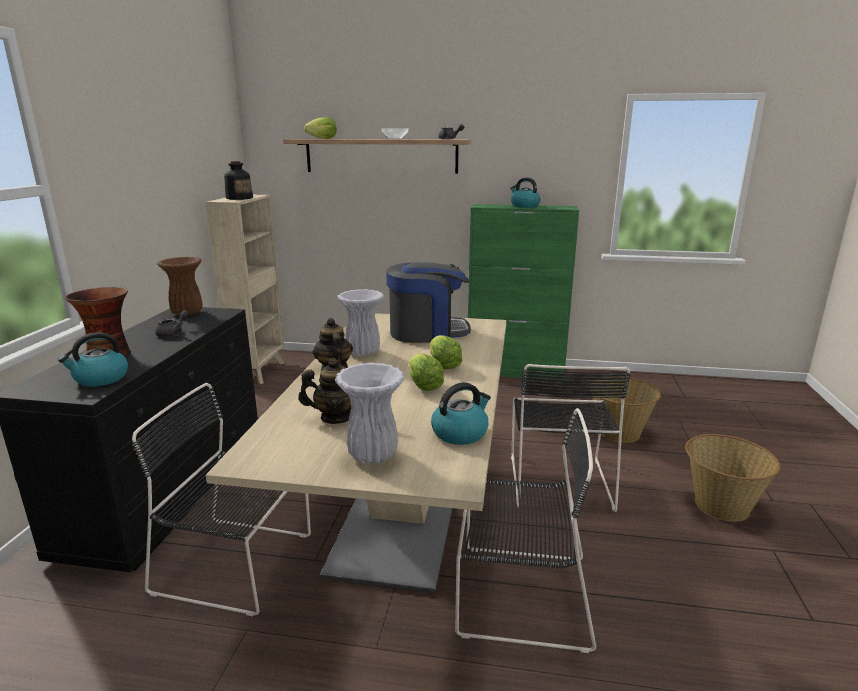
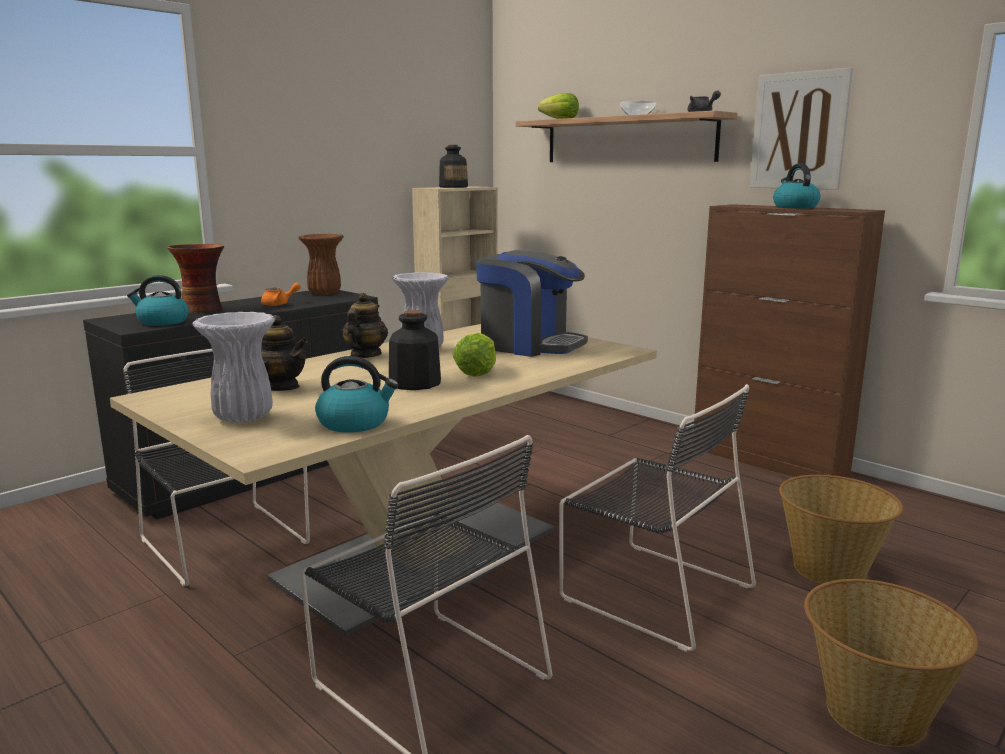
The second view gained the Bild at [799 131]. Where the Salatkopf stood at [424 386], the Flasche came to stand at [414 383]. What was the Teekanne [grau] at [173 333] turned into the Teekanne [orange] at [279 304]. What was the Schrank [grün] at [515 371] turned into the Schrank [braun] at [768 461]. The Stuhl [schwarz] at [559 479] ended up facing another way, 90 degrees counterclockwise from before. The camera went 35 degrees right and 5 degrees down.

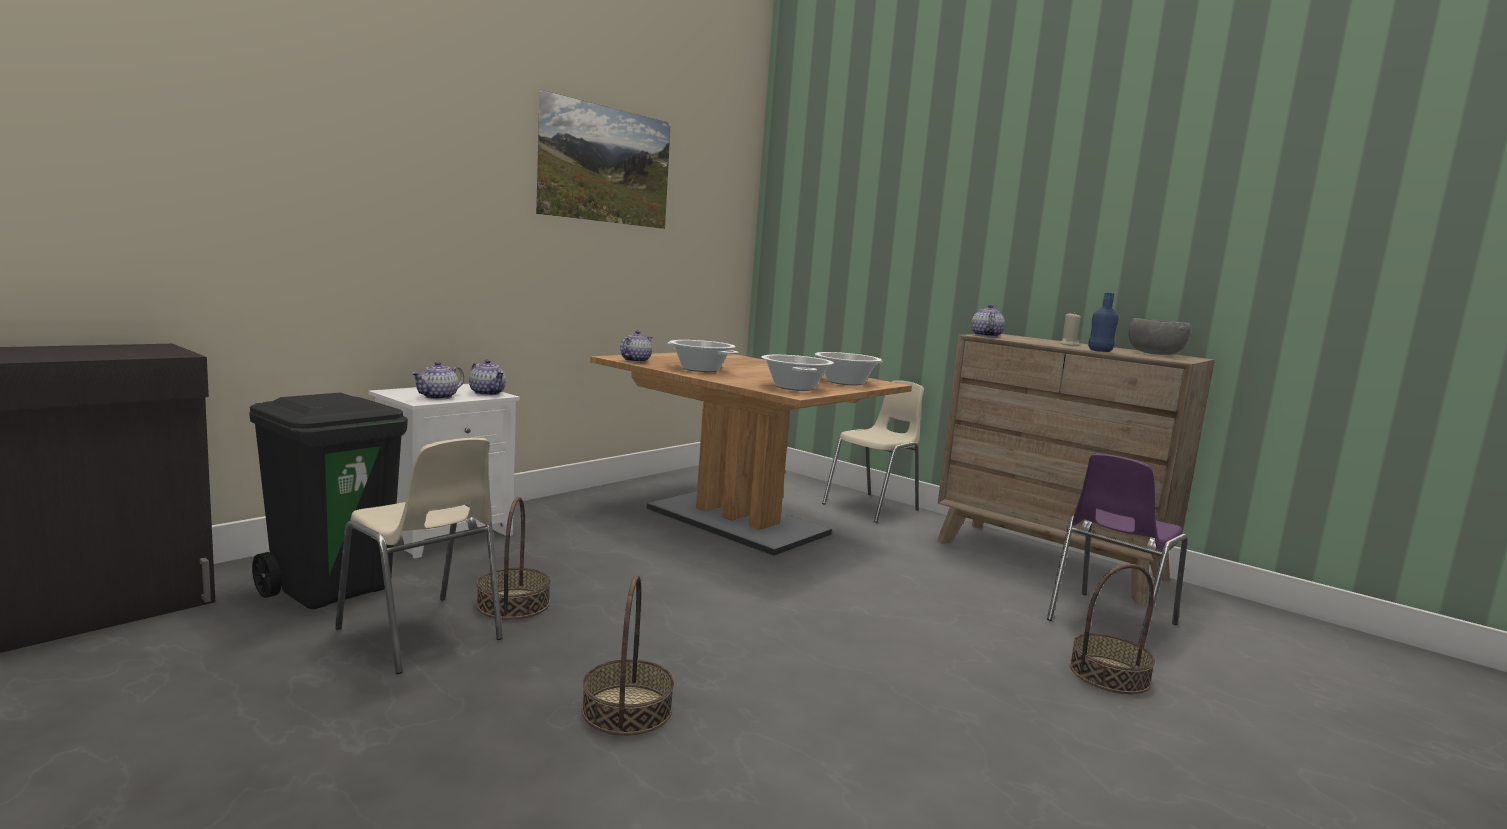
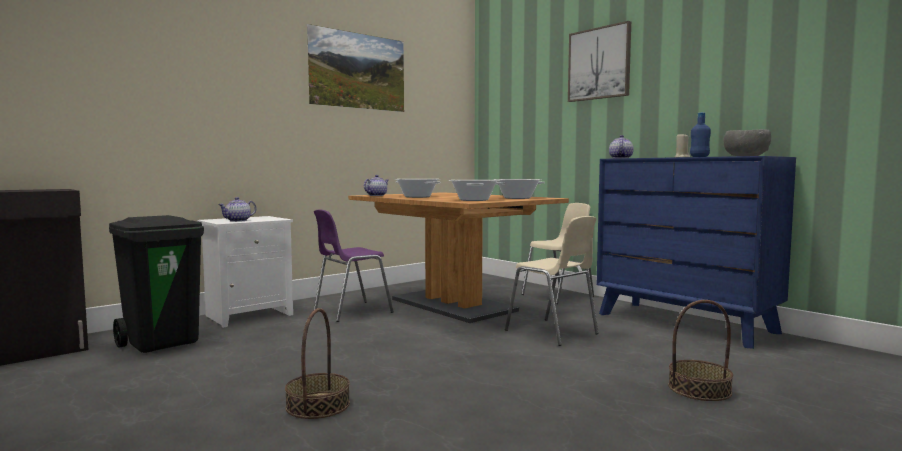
The second view lost the Teekanne at [488 393]. The second view lost the Korb at [513 604]. The second view gained the Bild at [599 63]. The Stuhl [beige] ended up elsewhere, having gone from [422 635] to [553 332]. The Stuhl [lila] ended up elsewhere, having gone from [1108 622] to [350 312]. What was the Kommode [braun] at [1049 560] turned into the Kommode [blau] at [684 323]. The camera went 10 degrees right and 5 degrees down.

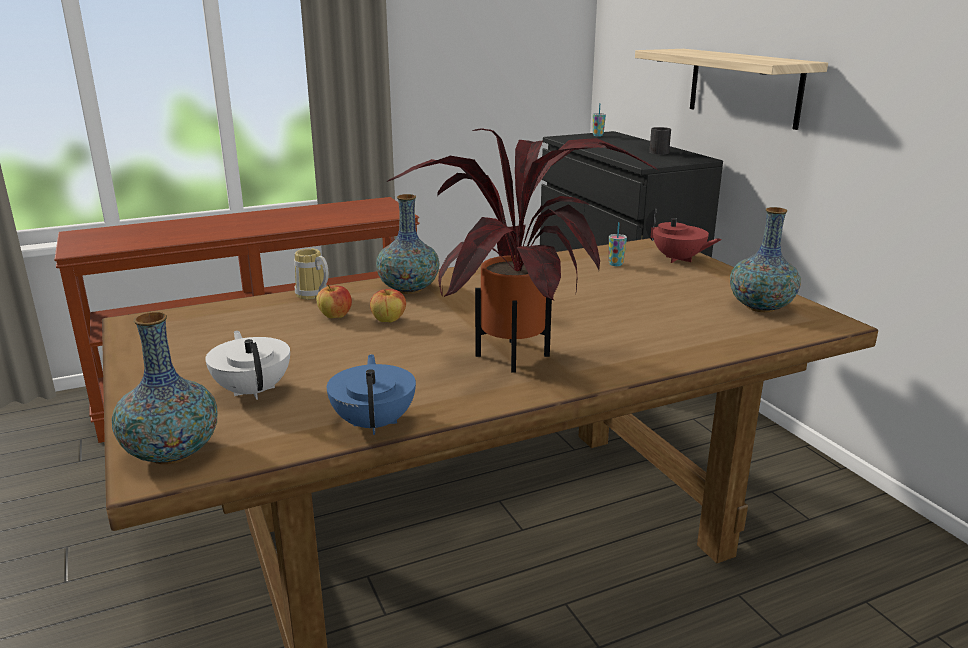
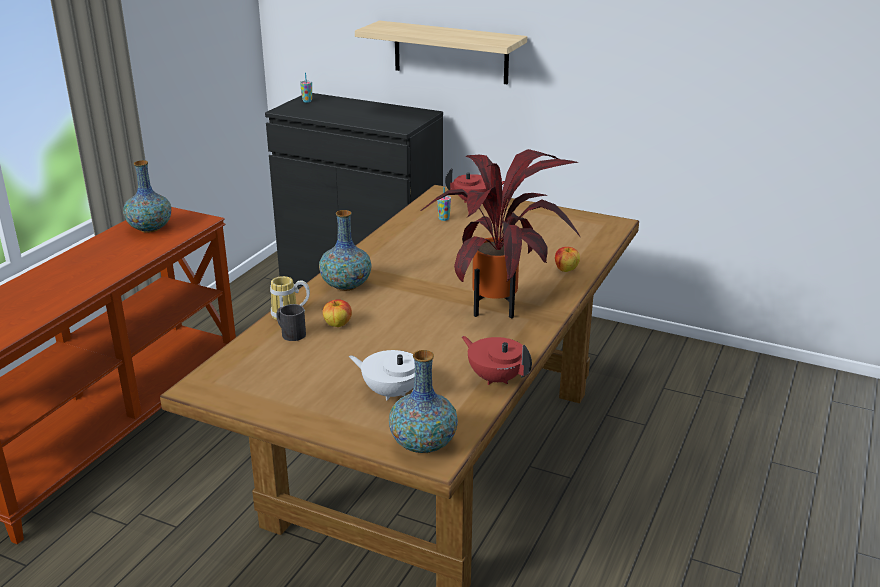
The Apfel ended up elsewhere, having gone from [389 320] to [566 269]. The Henkelbecher [schwarz] ended up elsewhere, having gone from [657 151] to [290 333]. The Vase ended up elsewhere, having gone from [760 307] to [150 228]. What was the Teekanne [blau] at [374 423] turned into the Teekanne [rot] at [496 378]. The camera went 40 degrees left and 5 degrees up.

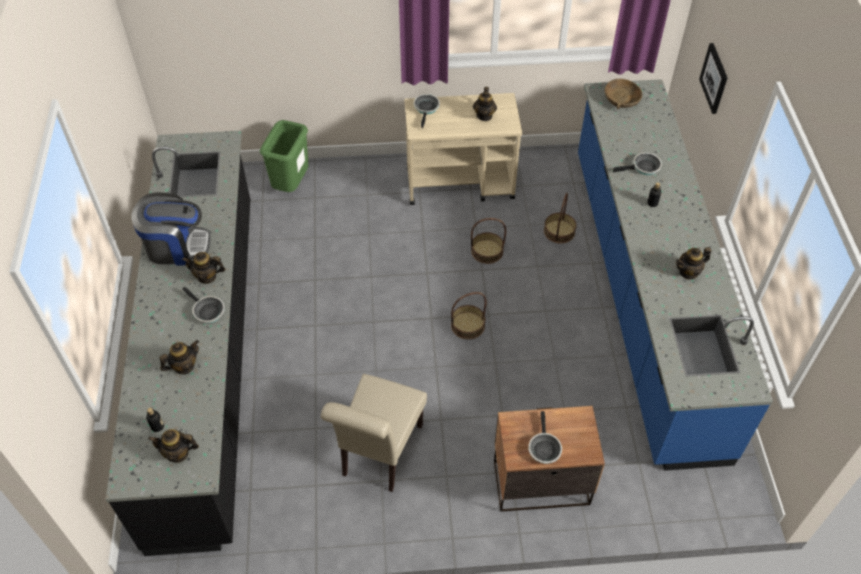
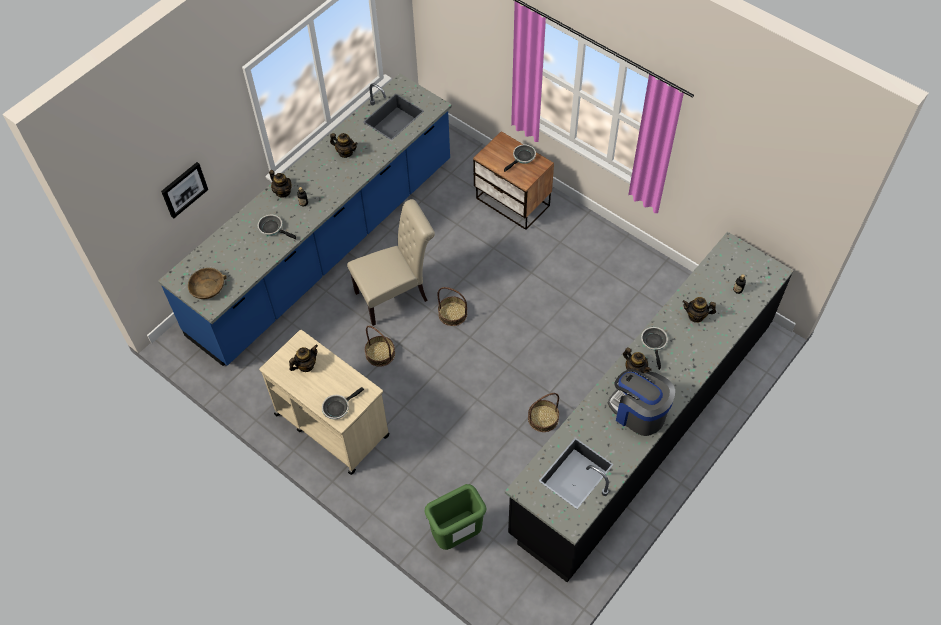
The Teekanne ended up elsewhere, having gone from [178 453] to [283 192]. The Stuhl [beige] ended up elsewhere, having gone from [379 454] to [396 295]. The Korb ended up elsewhere, having gone from [559 231] to [543 418]. The camera went 135 degrees left and 5 degrees up.

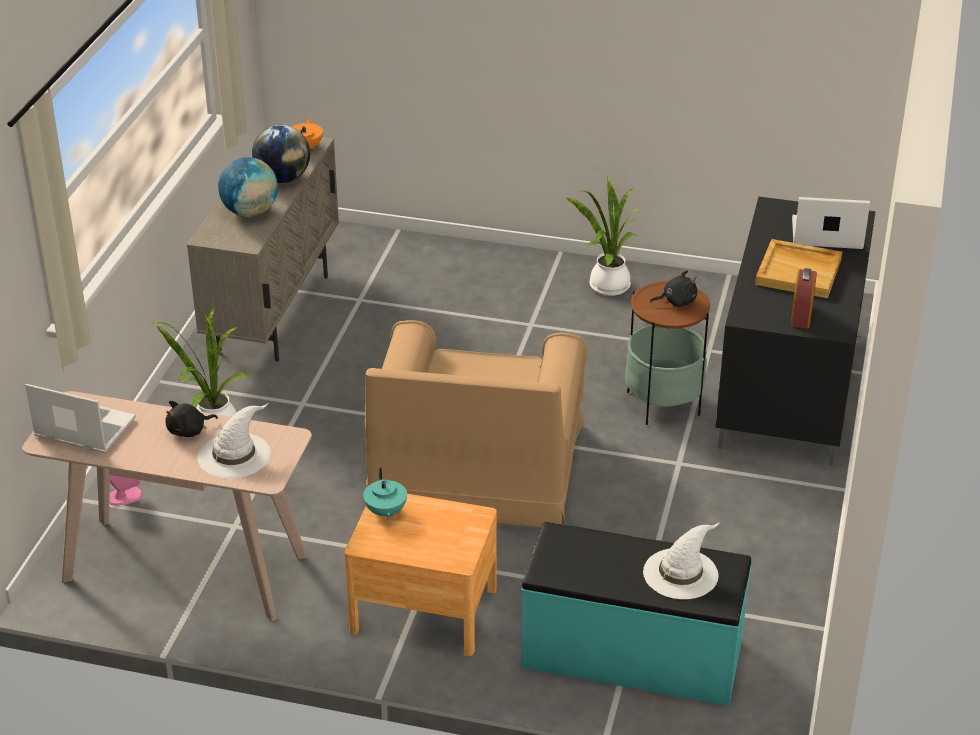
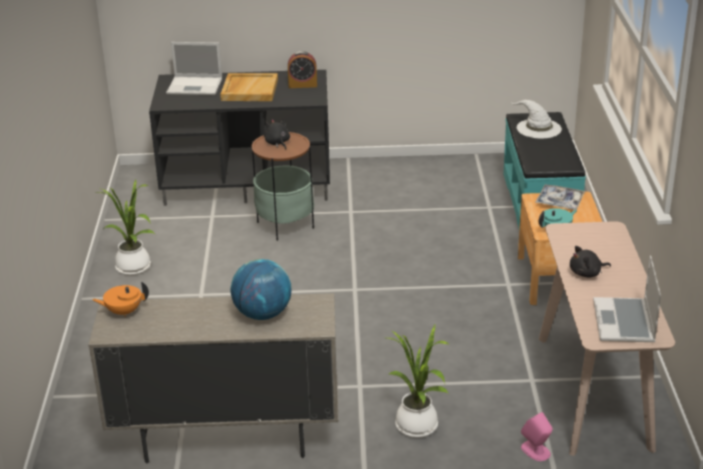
The second view lost the Hut [weiß] at [234 454]. The second view lost the Globus at [283 178]. The second view lost the Sessel [braun] at [476 468]. The second view gained the Tablett at [559 202]. The Plüschtier [schwarz] at [189 431] ended up facing another way, 120 degrees clockwise from before. The Laptop at [825 234] ended up facing another way, 75 degrees counterclockwise from before. The camera went 105 degrees left and 5 degrees down.

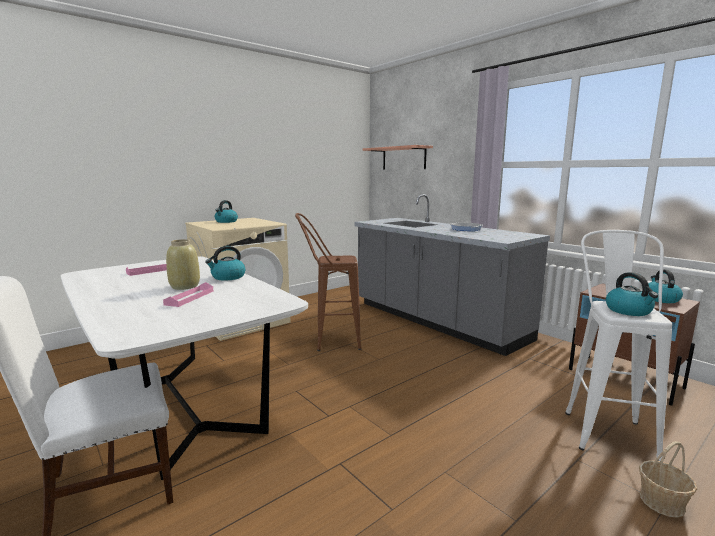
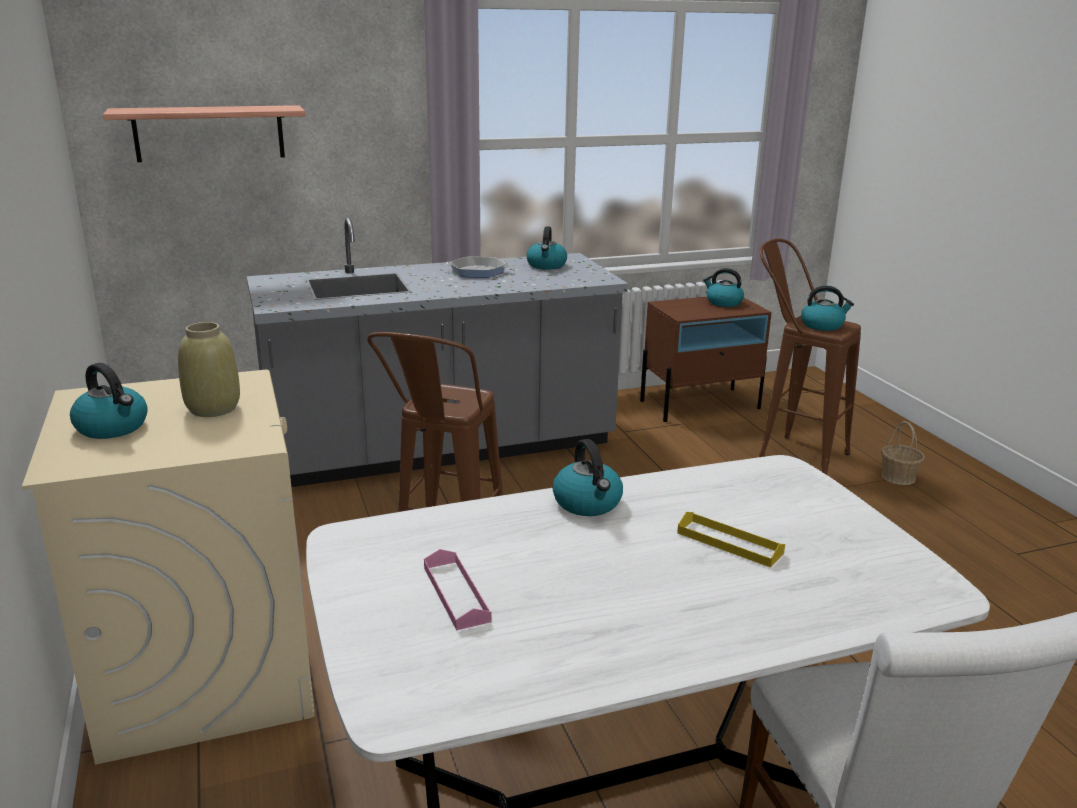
The second view gained the Wasserkessel at [546 265]. The Vase [beige] ended up elsewhere, having gone from [184 286] to [213 409]. What was the Tablett [rosa] at [189 298] turned into the Tablett [gelb] at [729 543]. What was the Hocker [weiß] at [605 427] turned into the Hocker [braun] at [789 453]. The camera went 70 degrees left and 10 degrees up.

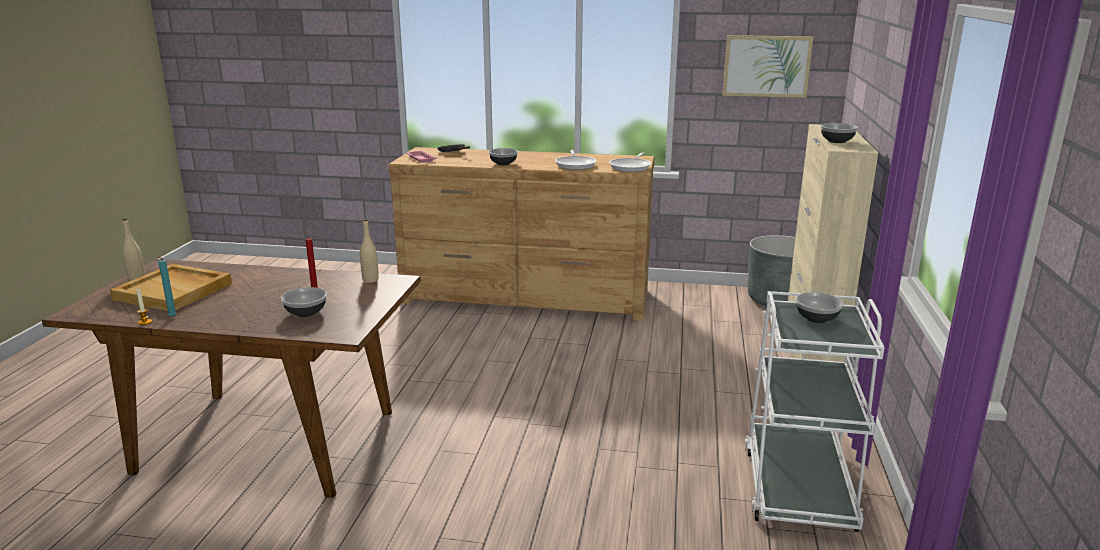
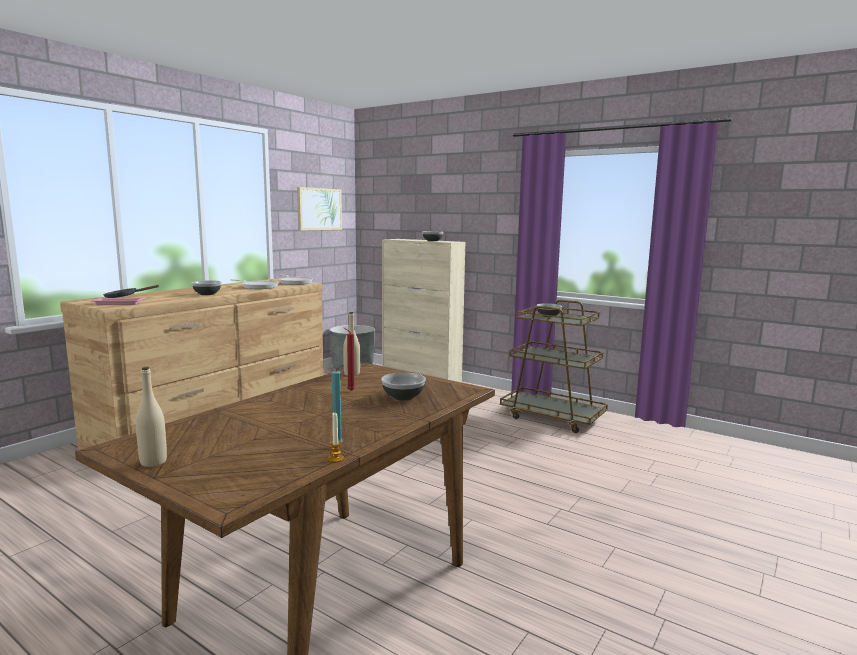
The second view lost the Tablett [beige] at [174 291]. What was the Rollwagen [weiß] at [798 487] turned into the Rollwagen [braun] at [552 417]. The camera went 65 degrees left and 10 degrees down.

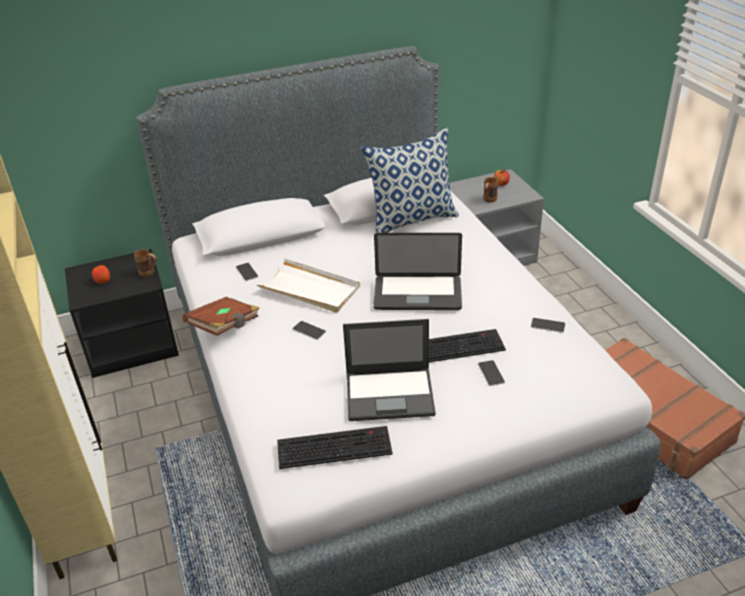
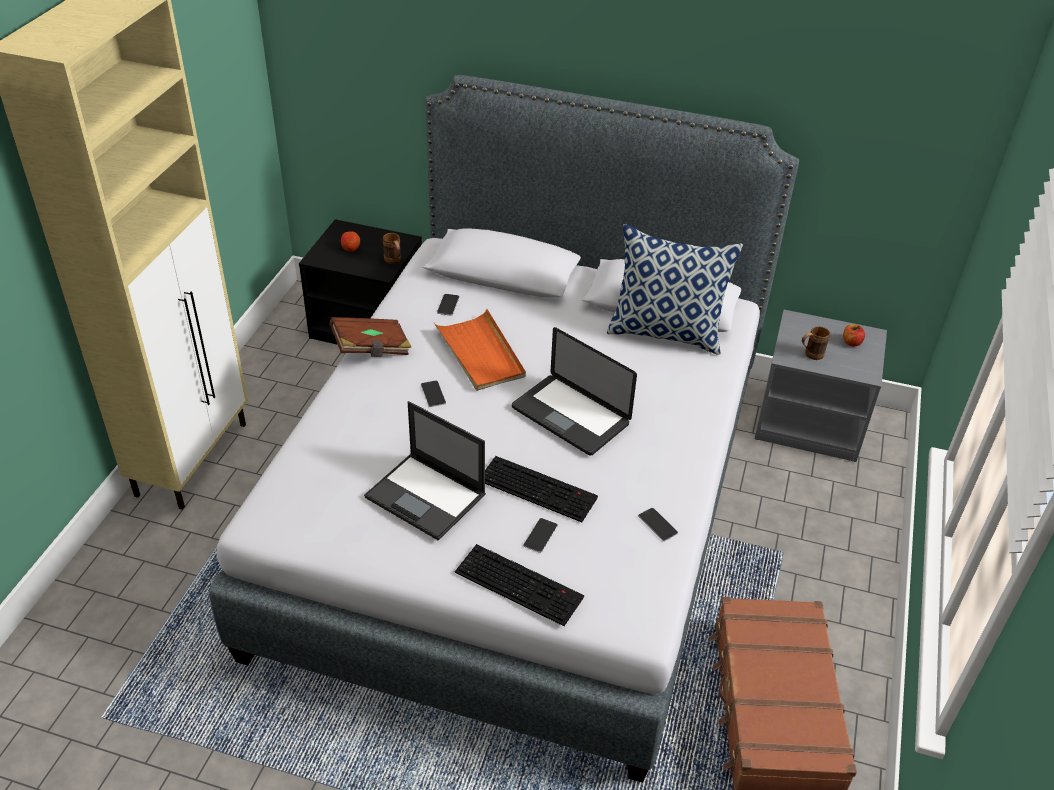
The Tastatur ended up elsewhere, having gone from [335 446] to [521 584]. What was the Tablett [weiß] at [310 289] turned into the Tablett [orange] at [480 353]. The camera went 35 degrees right and 5 degrees up.

